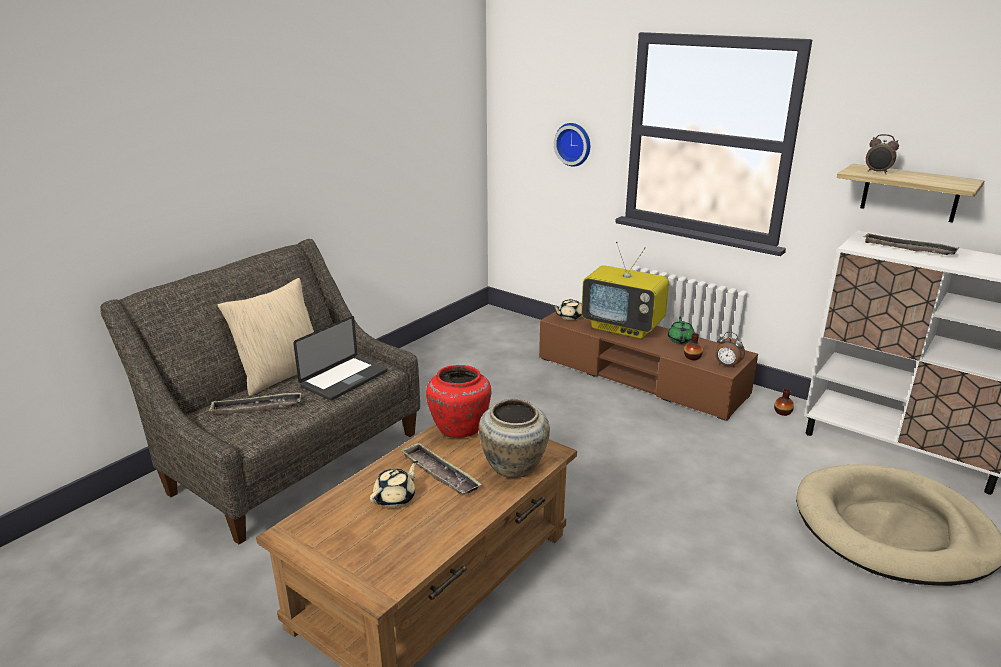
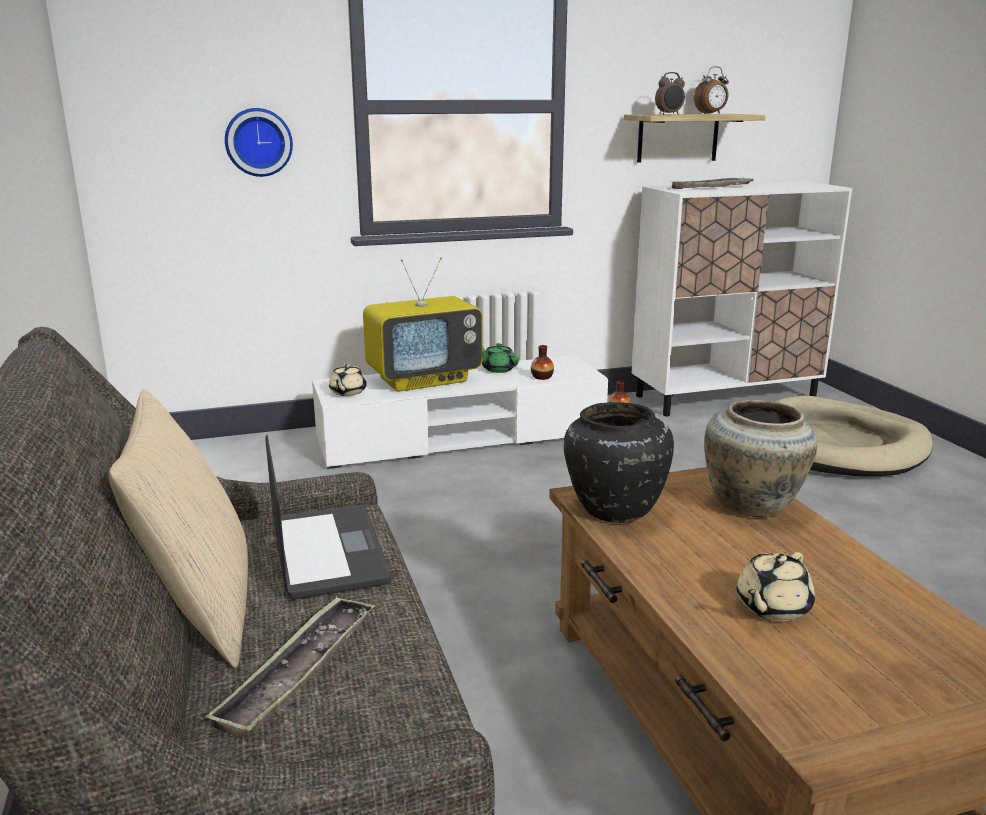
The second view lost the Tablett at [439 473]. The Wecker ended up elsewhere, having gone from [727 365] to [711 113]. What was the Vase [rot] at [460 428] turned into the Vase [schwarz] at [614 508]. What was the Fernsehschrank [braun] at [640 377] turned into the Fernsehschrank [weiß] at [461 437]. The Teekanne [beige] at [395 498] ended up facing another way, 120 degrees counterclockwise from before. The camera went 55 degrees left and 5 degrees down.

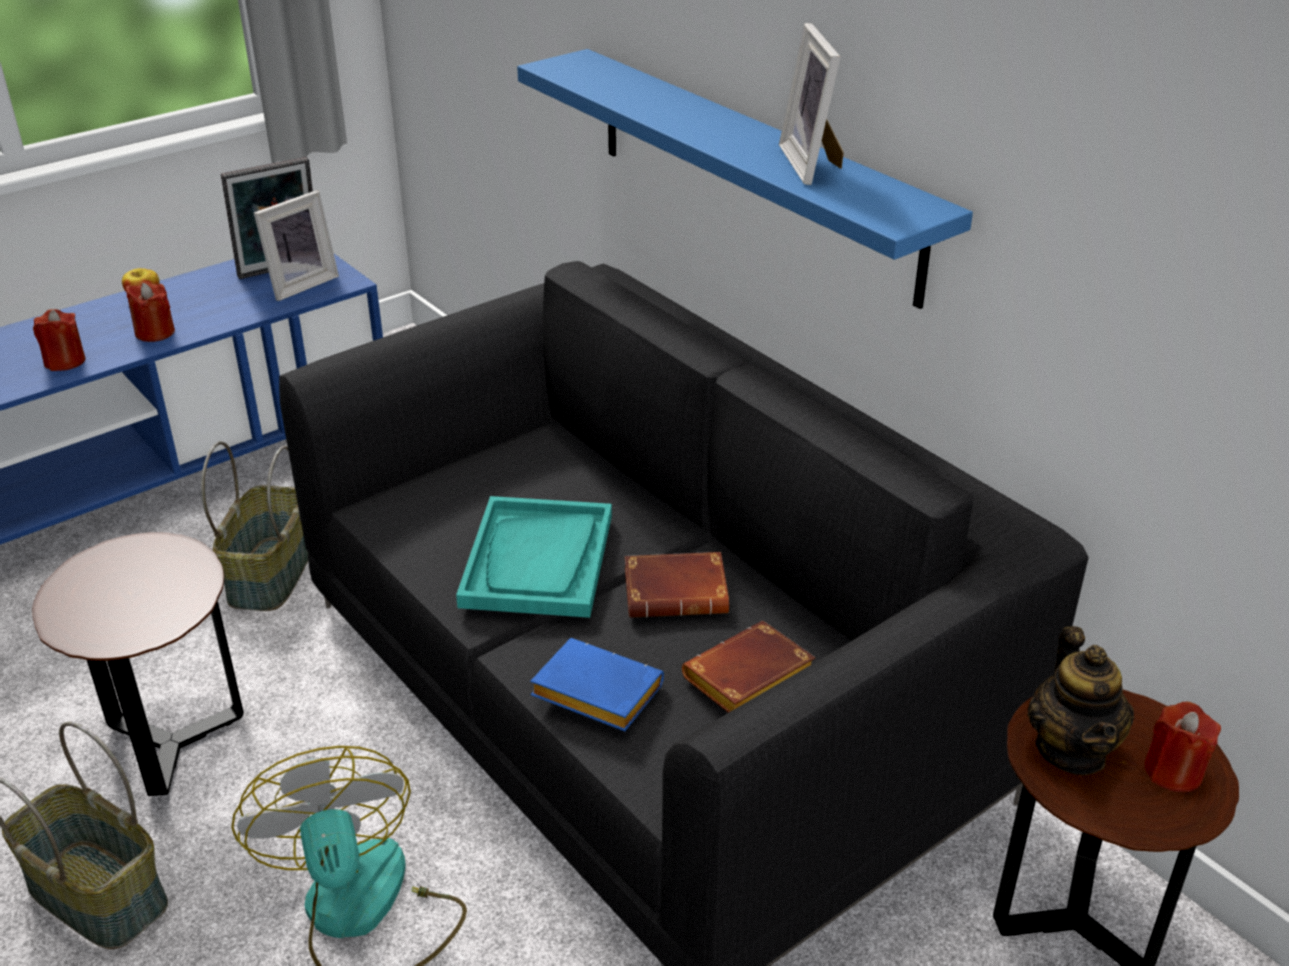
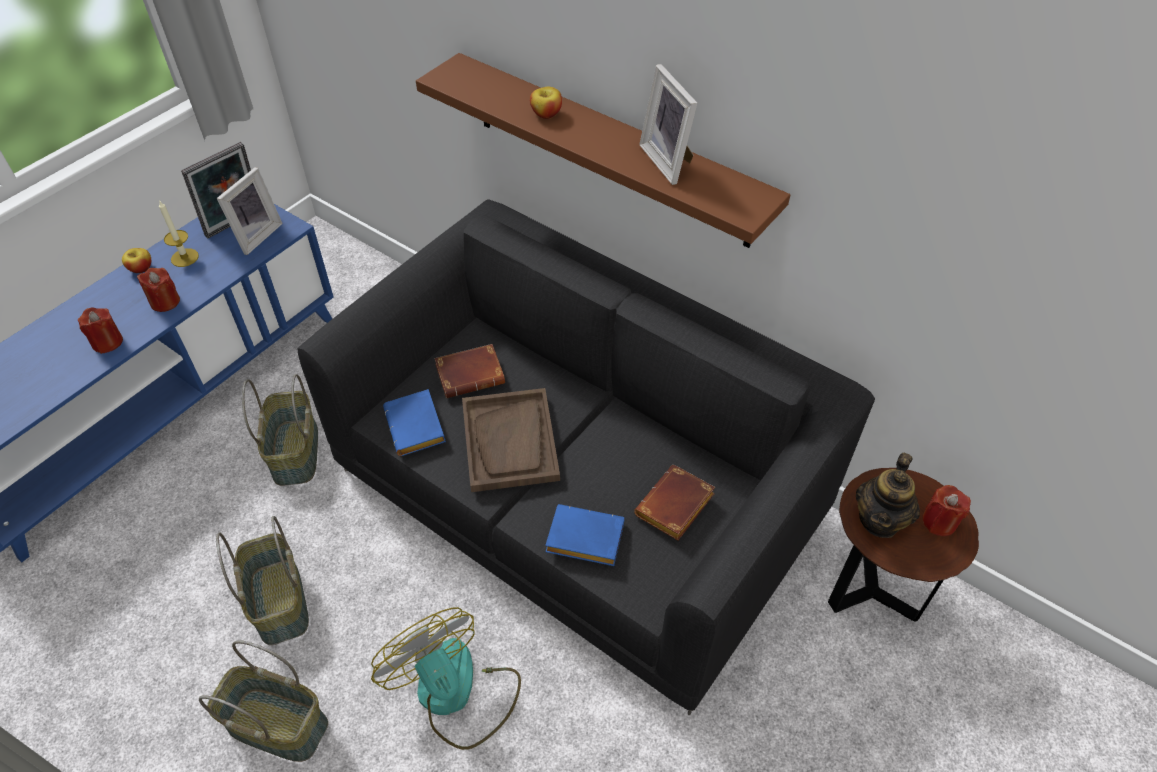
The second view gained the Kerze at [184 257]. The second view gained the Buch [blau] at [417 428]. The second view gained the Apfel at [546 114]. The Buch [braun] ended up elsewhere, having gone from [678 592] to [471 374]. Where the Beistelltisch [braun] stood at [172 745], the Korb came to stand at [281 602]. What was the Tablett [türkis] at [538 560] turned into the Tablett [braun] at [510 441]. What was the Wandregal [blau] at [752 171] turned into the Wandregal [braun] at [609 150]. The Teekanne at [1071 750] ended up facing another way, 45 degrees clockwise from before. The camera went 15 degrees left and 15 degrees up.

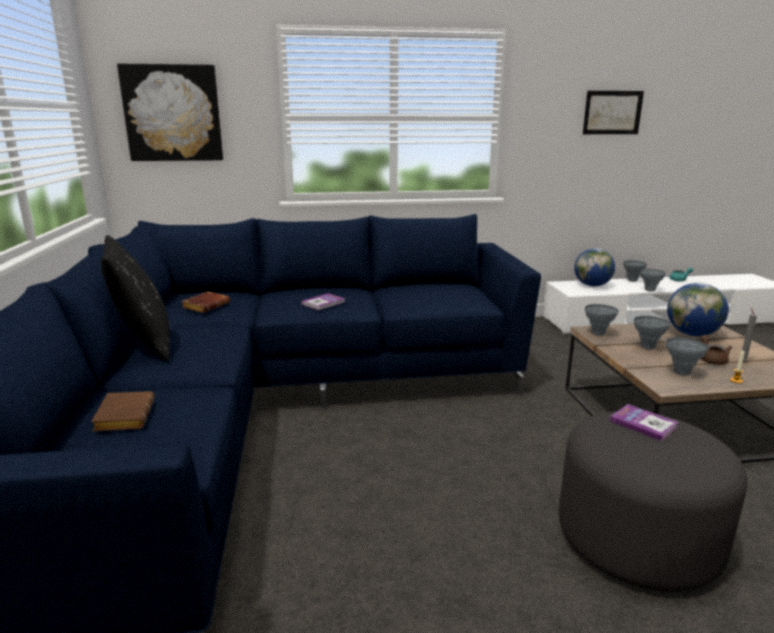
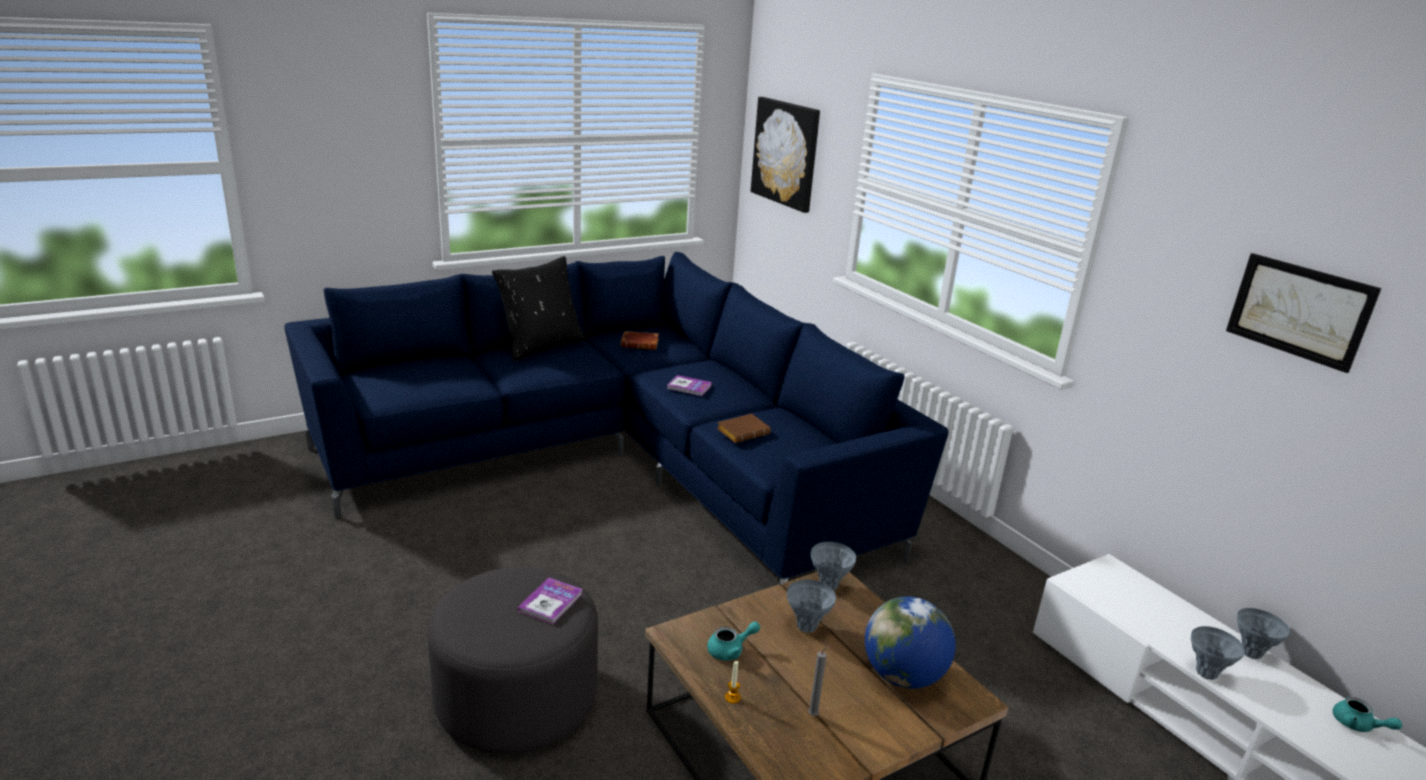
The second view lost the Globus at [592 285]. The second view lost the Teekanne [braun] at [712 359]. The Buch [braun] ended up elsewhere, having gone from [123 416] to [743 432]. Where the Vase [grau] stood at [681 372], the Teekanne [türkis] came to stand at [730 650]. The camera went 65 degrees right and 5 degrees up.

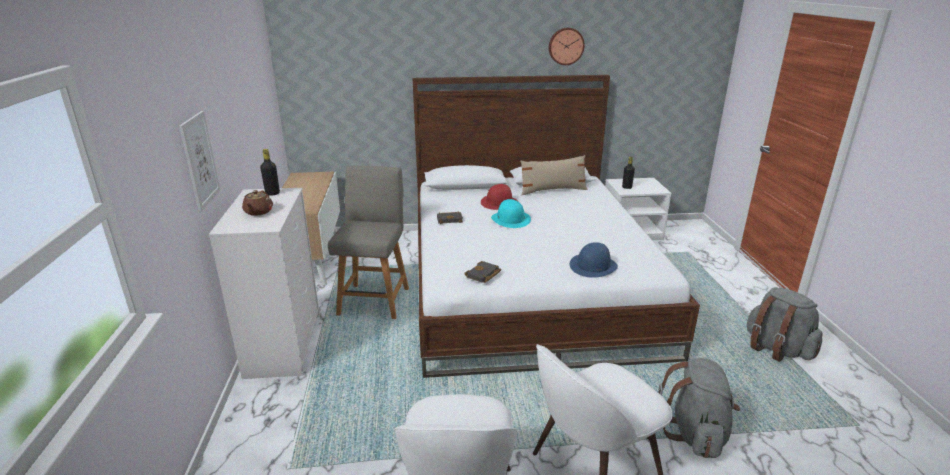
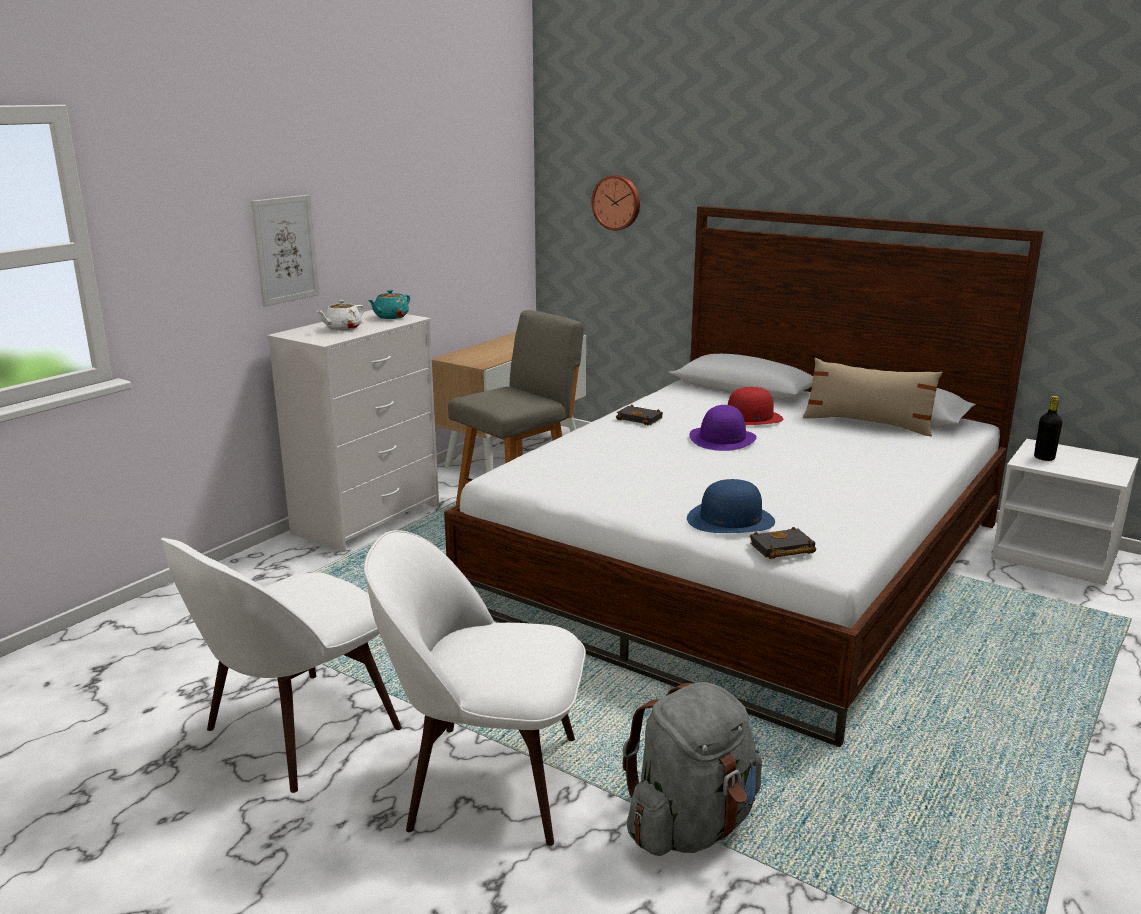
The second view lost the Rucksack [grau] at [776 349]. The Buch [schwarz] ended up elsewhere, having gone from [483 275] to [781 549]. The Wanduhr ended up elsewhere, having gone from [565 46] to [617 202]. Where the Flasche [schwarz] stood at [272 193], the Teekanne [türkis] came to stand at [390 317]. What was the Teekanne [braun] at [258 212] turned into the Teekanne [weiß] at [342 328]. What was the Hut [türkis] at [511 219] turned into the Hut [lila] at [722 439]. The camera went 40 degrees right and 5 degrees down.

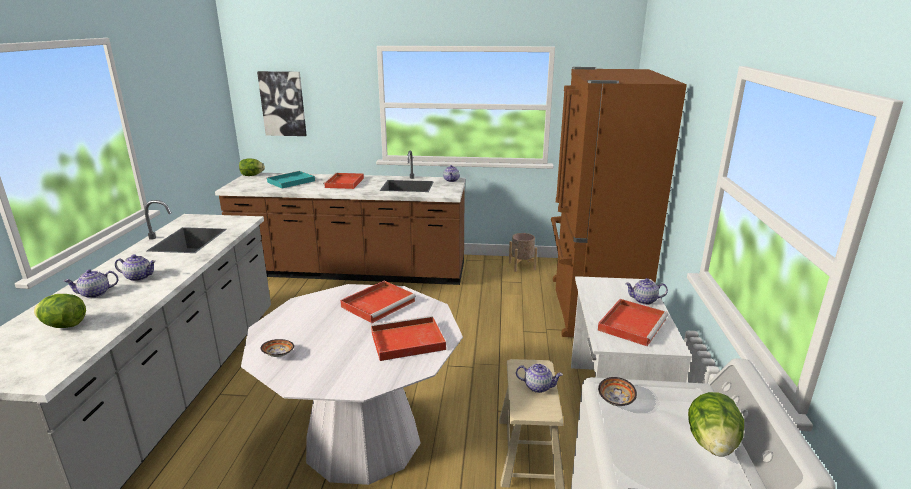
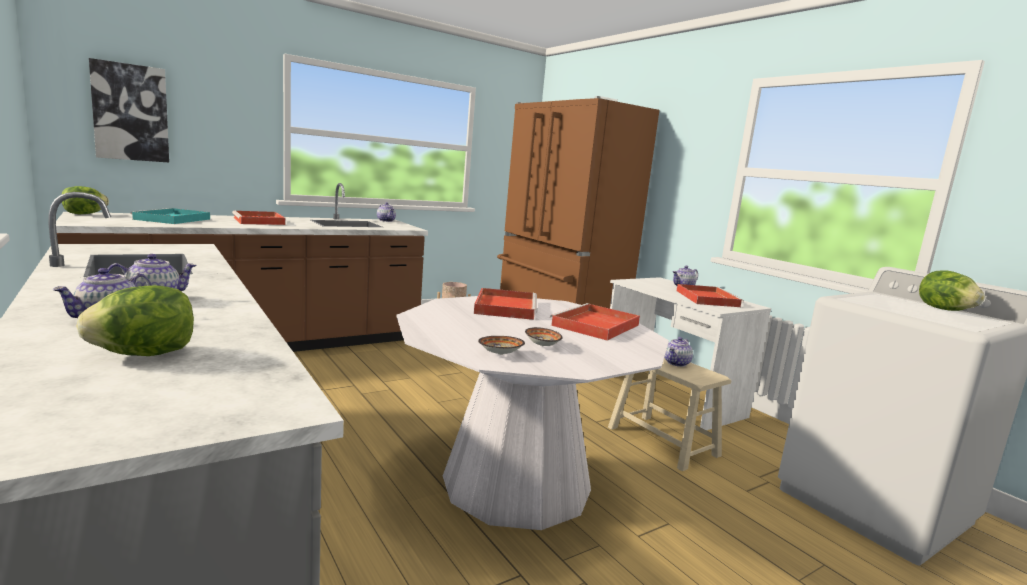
The Schüssel ended up elsewhere, having gone from [615 401] to [541 346]. The Teekanne at [538 387] ended up facing another way, 150 degrees clockwise from before. The camera went 40 degrees left and 10 degrees down.

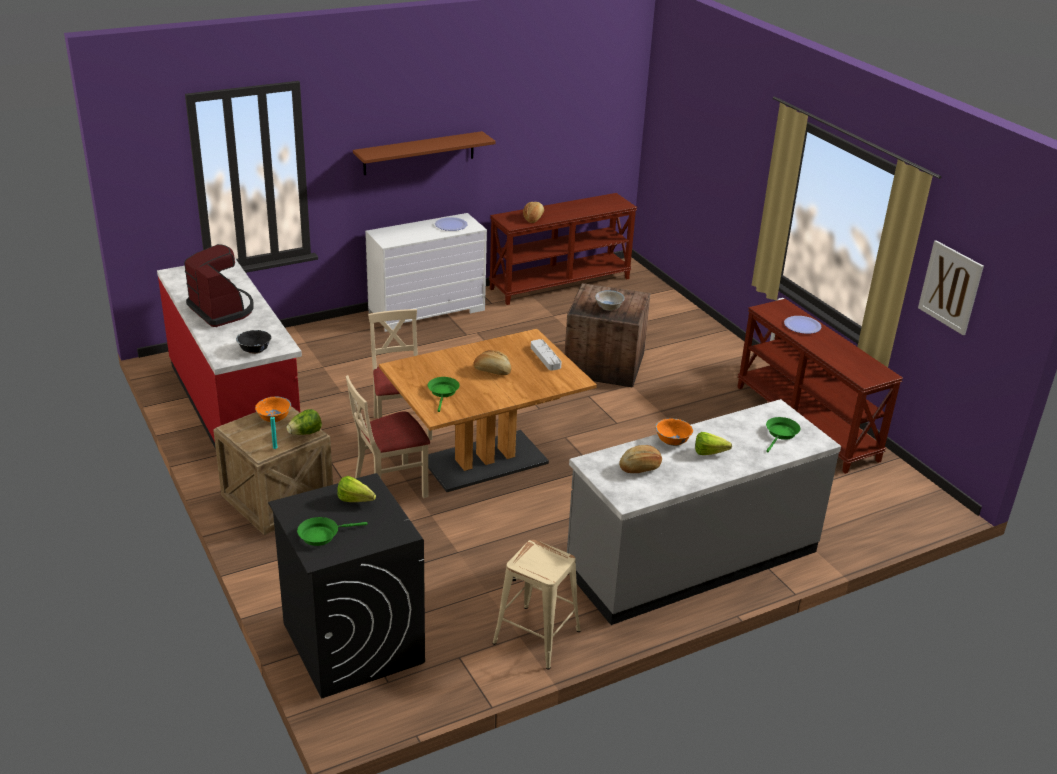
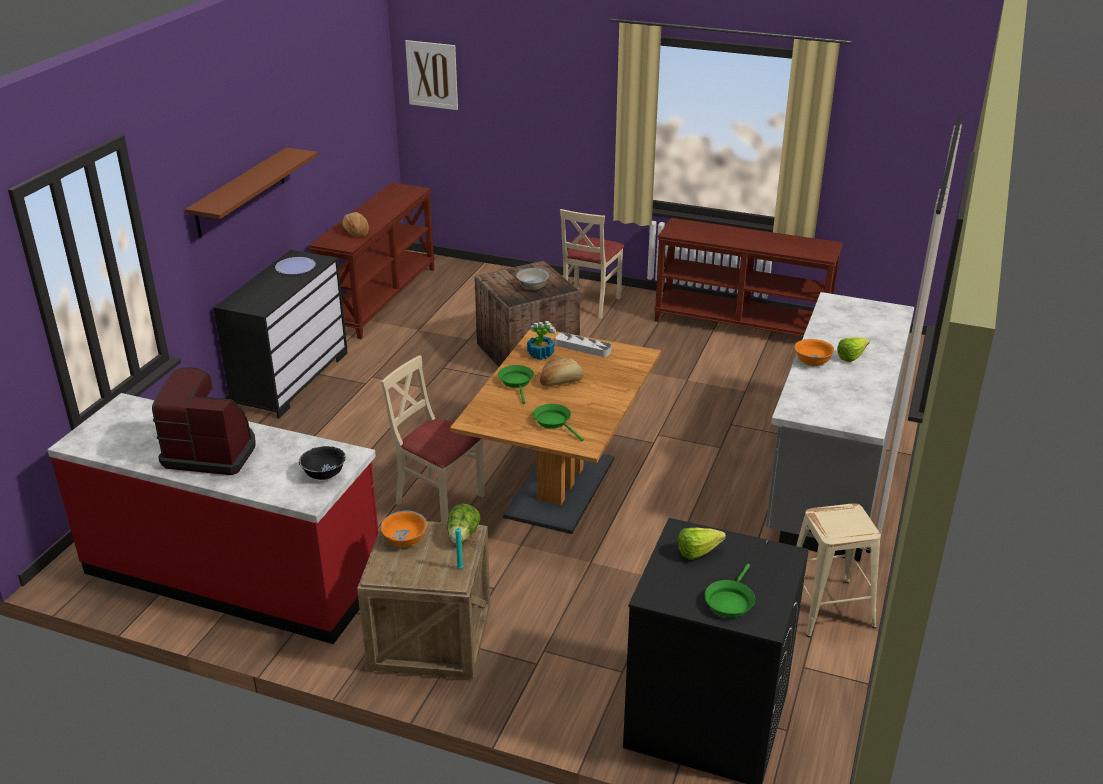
The second view lost the Brot at [640 467]. The second view lost the Teller at [802 326]. The second view gained the Topfpflanze at [540 354]. The Stuhl [beige] ended up elsewhere, having gone from [390 488] to [589 303]. The Pfanne [grün] ended up elsewhere, having gone from [781 434] to [517 382]. The Bild ended up elsewhere, having gone from [950 287] to [432 75]. What was the Kommode [weiß] at [427 311] turned into the Kommode [schwarz] at [291 379]. The camera went 40 degrees left and 0 degrees up.

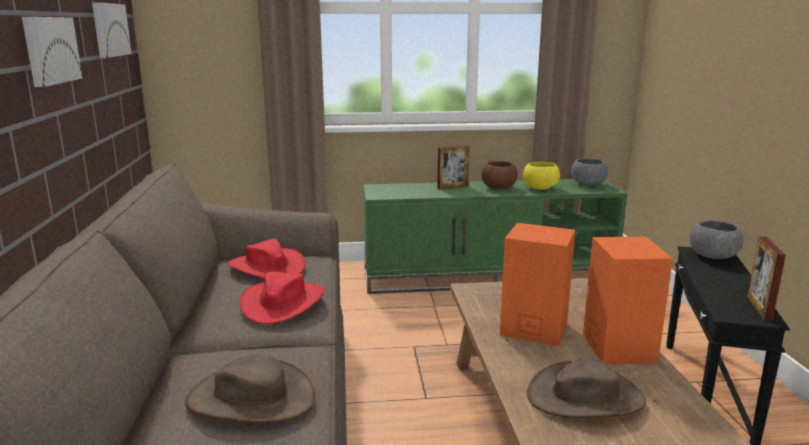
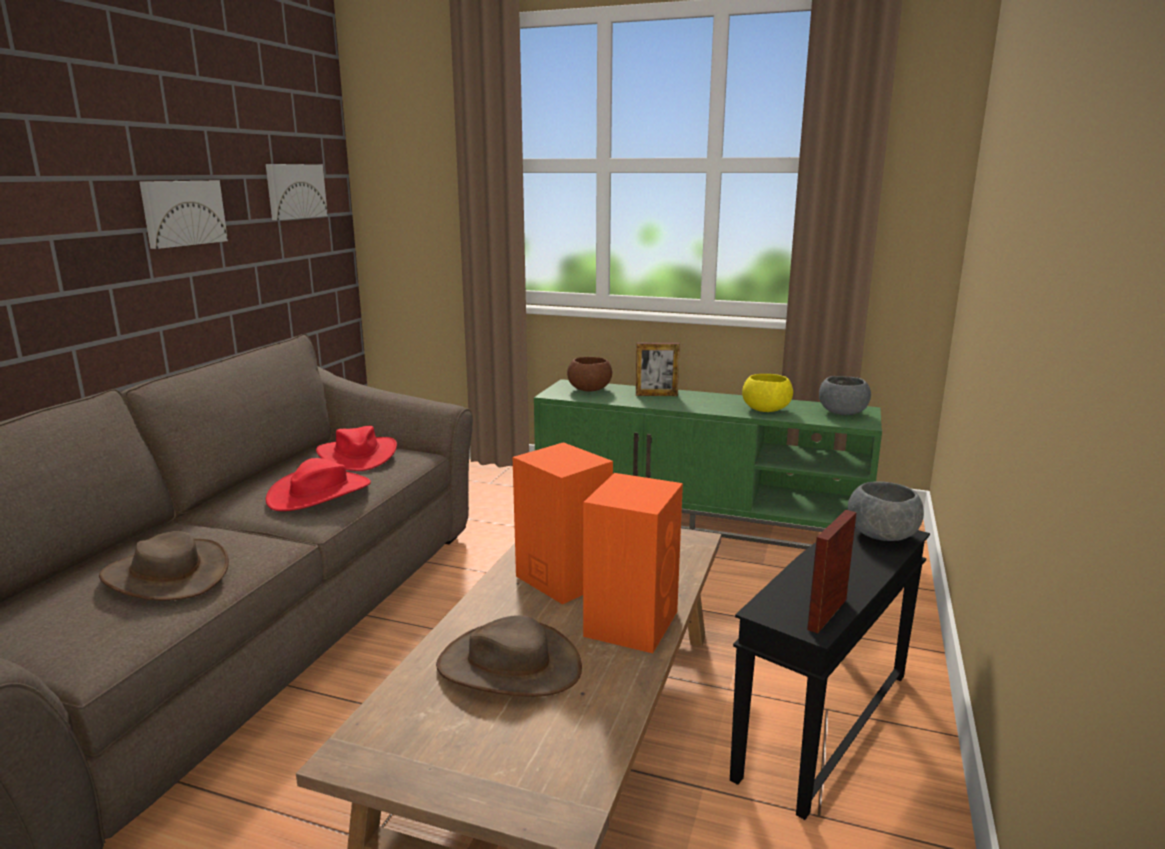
The Schüssel [braun] ended up elsewhere, having gone from [499 187] to [590 389]. The camera went 25 degrees right and 0 degrees up.

